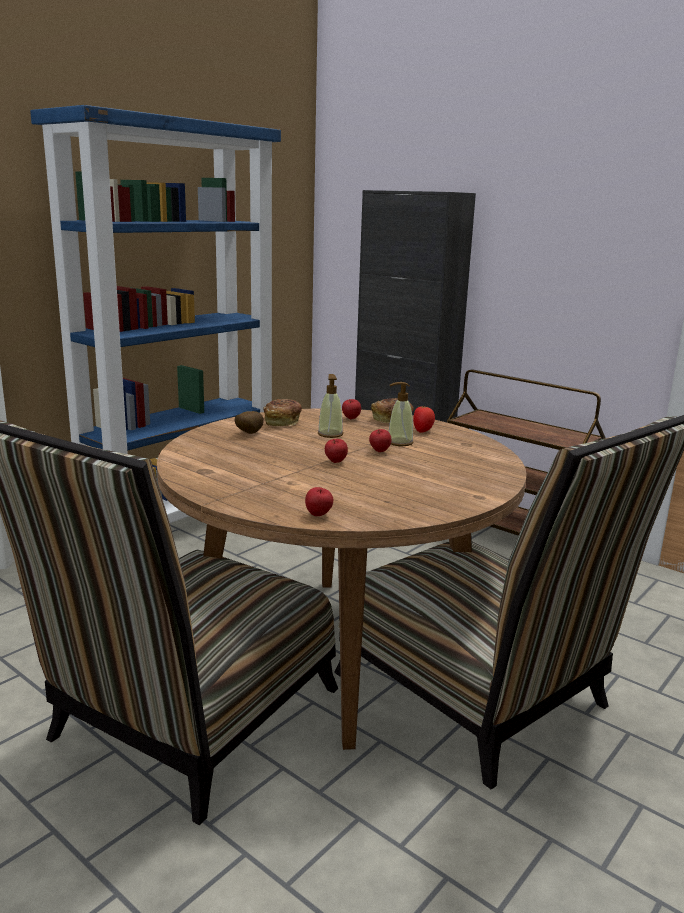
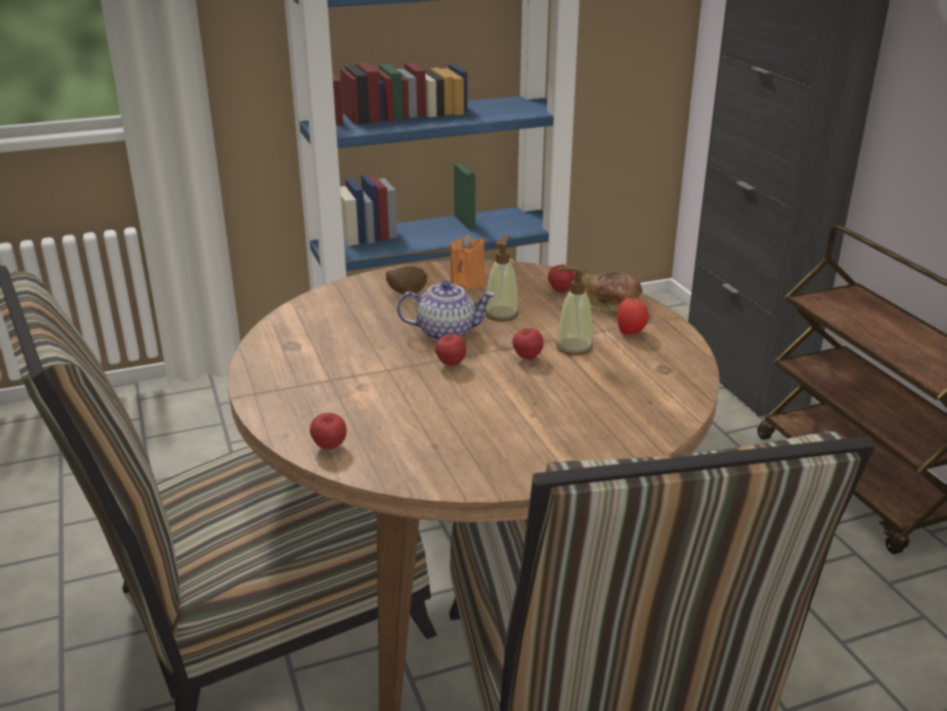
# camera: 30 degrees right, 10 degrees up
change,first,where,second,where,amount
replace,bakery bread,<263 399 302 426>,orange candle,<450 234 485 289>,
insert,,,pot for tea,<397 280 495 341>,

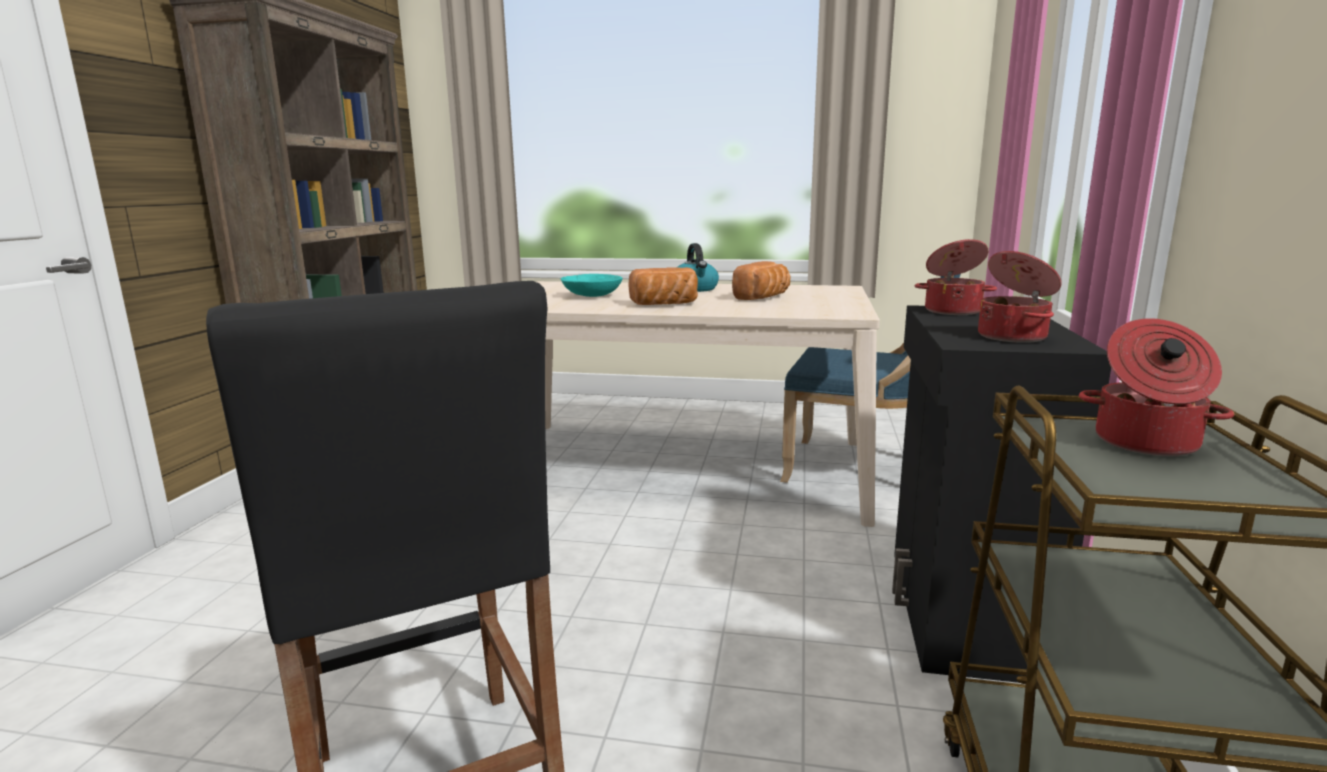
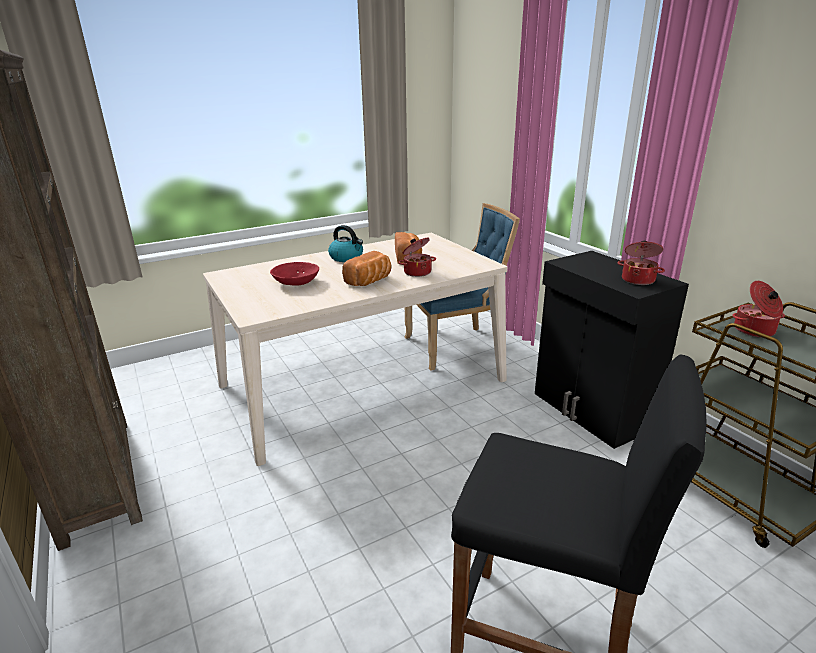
# camera: 40 degrees left, 10 degrees up
change,first,where,second,where,amount
move,stockpot,<915 239 997 315>,,<398 238 436 277>,
recolor,turquoise deep dish,<561 274 623 297>,red-coloured deep dish,<270 262 319 286>,

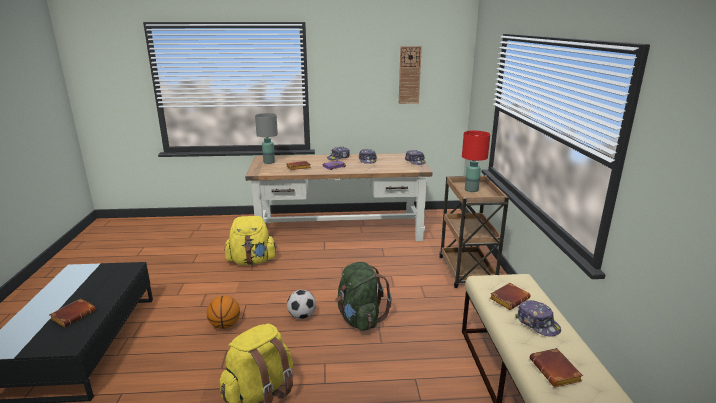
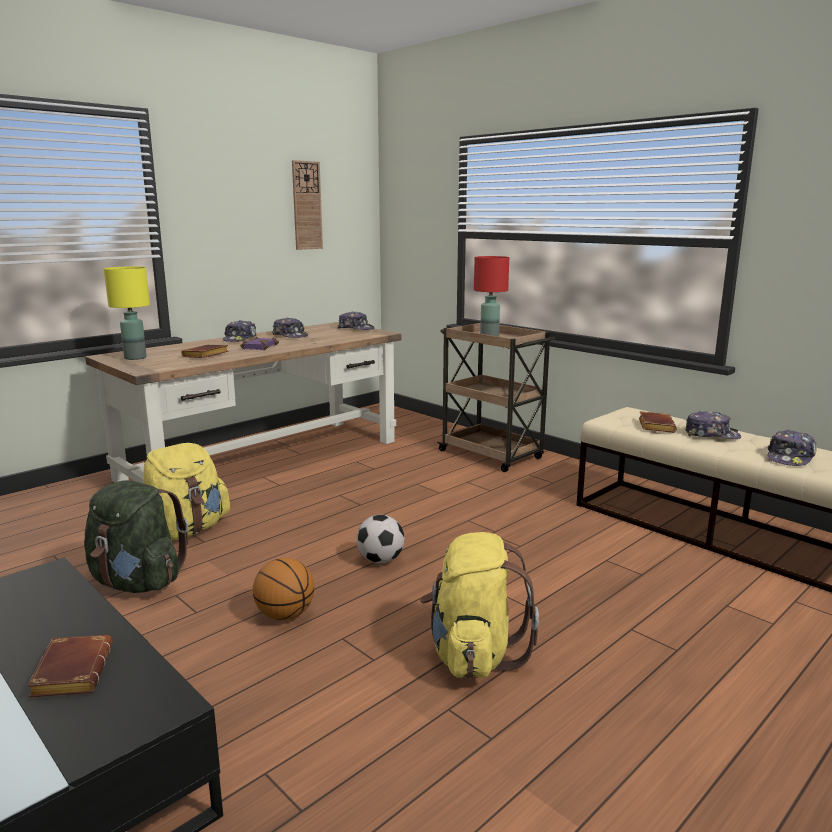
# camera: 40 degrees left, 5 degrees down
change,first,where,second,where,amount
recolor,grey table lamp,<255 113 278 164>,yellow-coloured table lamp,<104 266 150 360>,
move,green-coloured rucksack,<335 262 392 331>,,<84 480 188 593>,
replace,brown volume,<530 348 583 387>,cap,<768 430 817 466>,

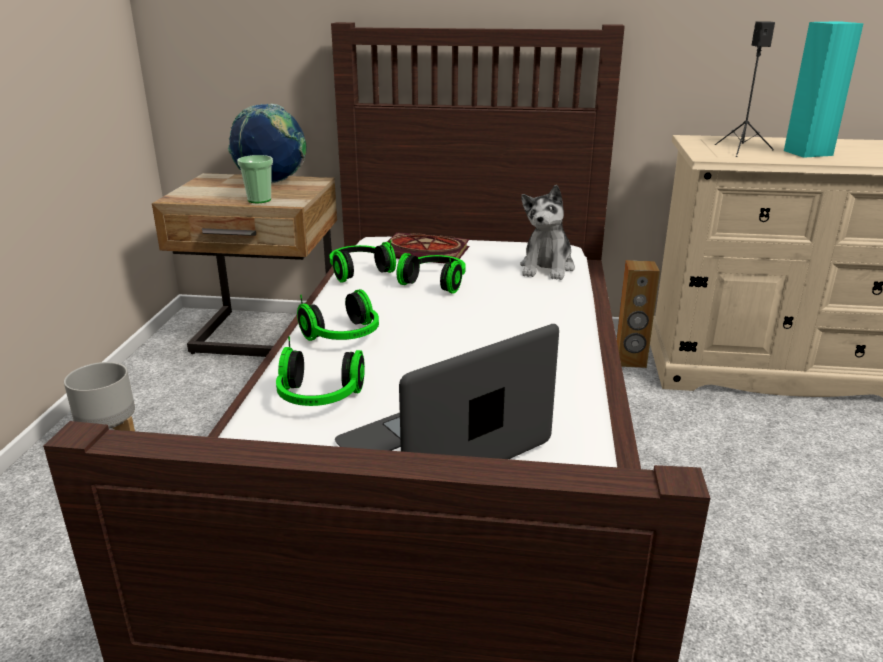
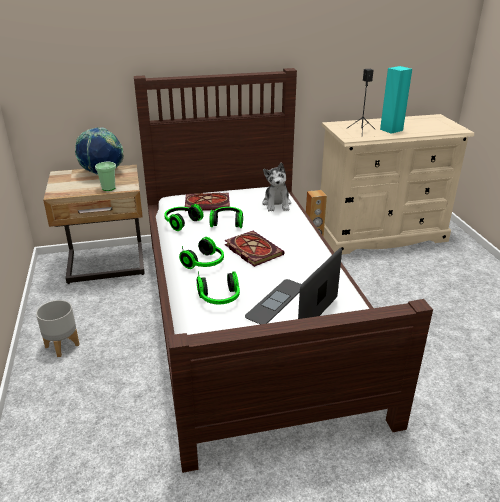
# camera: 20 degrees left, 5 degrees up
change,first,where,second,where,amount
insert,,,volume,<225 231 284 267>,

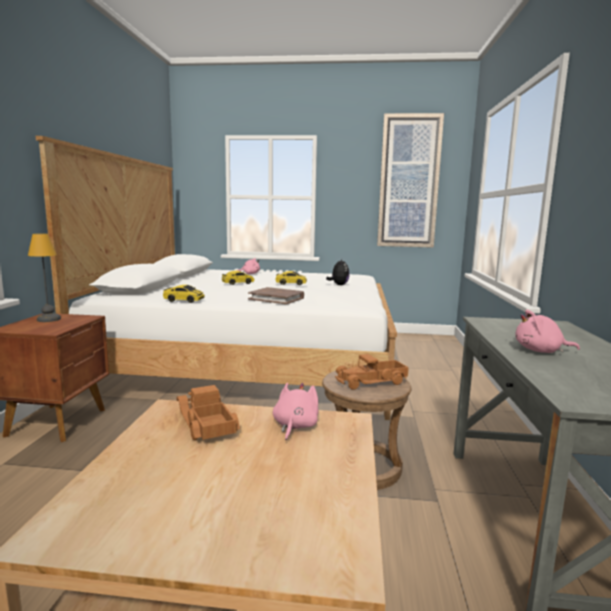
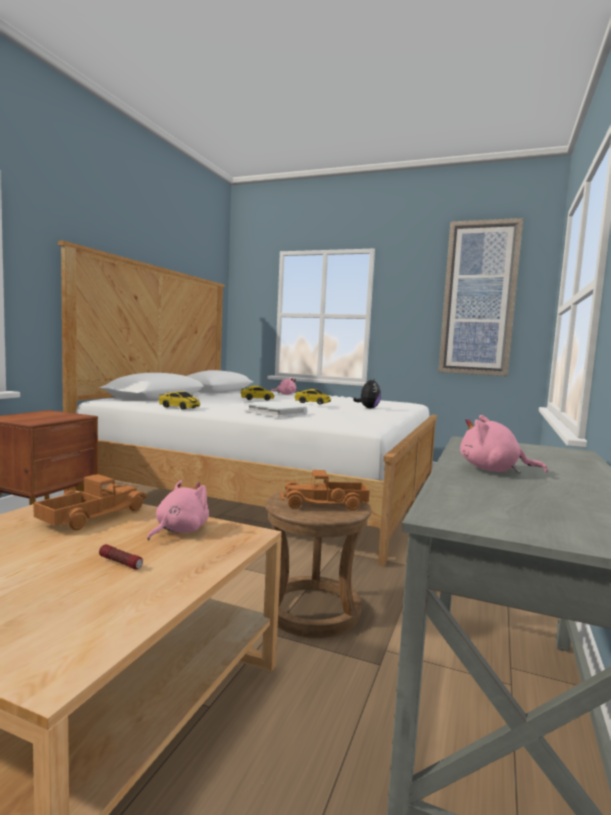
# camera: 15 degrees right, 5 degrees down
change,first,where,second,where,amount
delete,table lamp,<28 233 61 322>,,,
recolor,brown volume,<248 287 304 304>,white volume,<244 401 307 417>,
rotate,toy truck,<177 385 240 441>,,<33 474 147 530>,45 degrees clockwise
insert,,,hand torch,<99 544 143 570>,

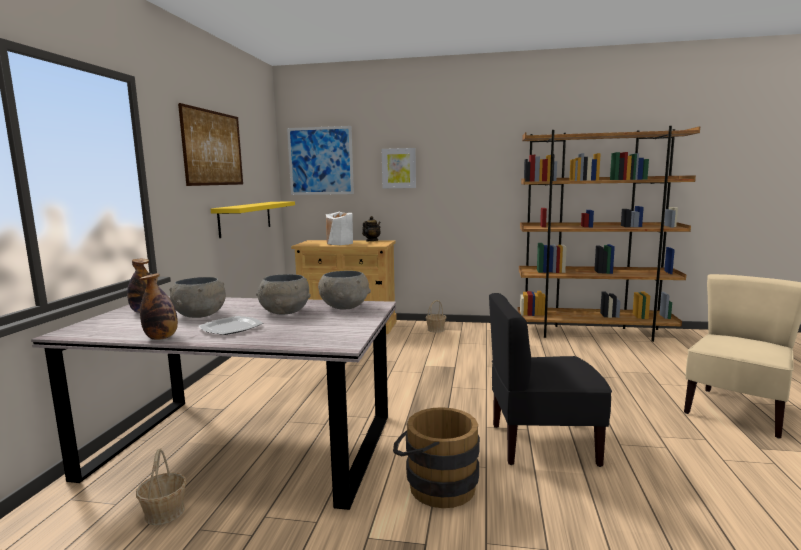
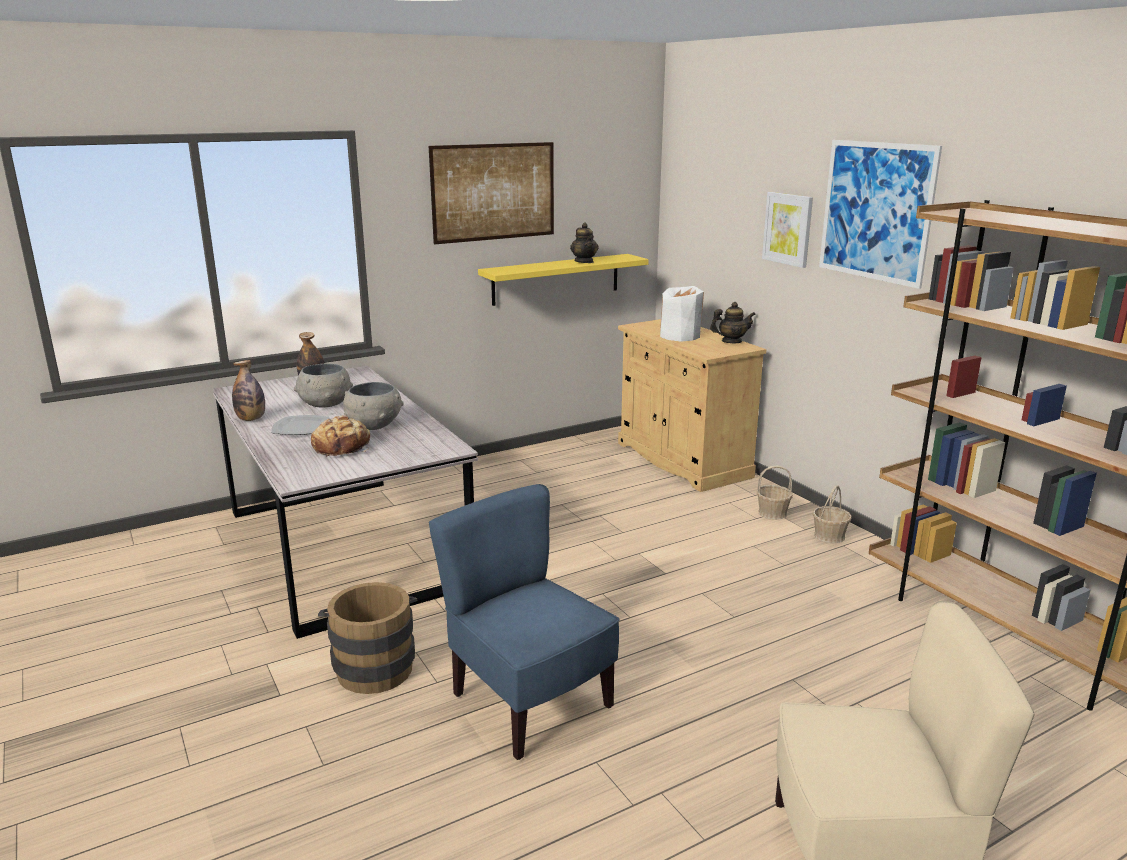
# camera: 50 degrees right, 10 degrees up
change,first,where,second,where,amount
move,wall art,<287 126 354 195>,,<819 140 942 289>,
delete,grey deep dish,<318 271 371 310>,,,
recolor,blackish plain chair,<489 293 612 467>,blue-coloured plain chair,<429 484 620 760>,
move,storage basket,<136 449 187 525>,,<813 485 852 543>,
insert,,,pot for tea,<570 223 598 263>,
insert,,,bakery bread,<311 415 370 457>,

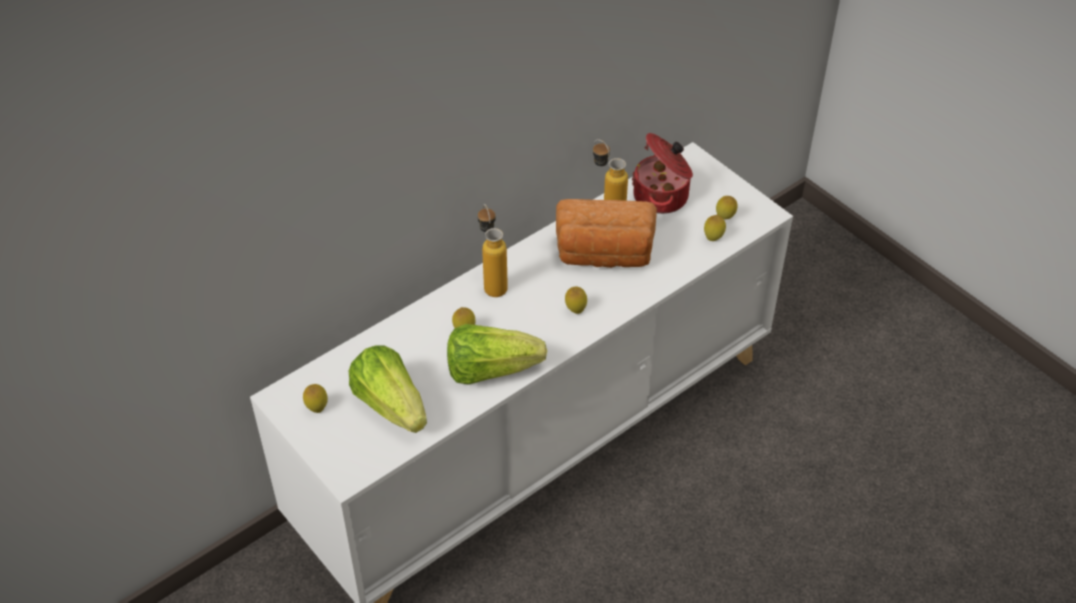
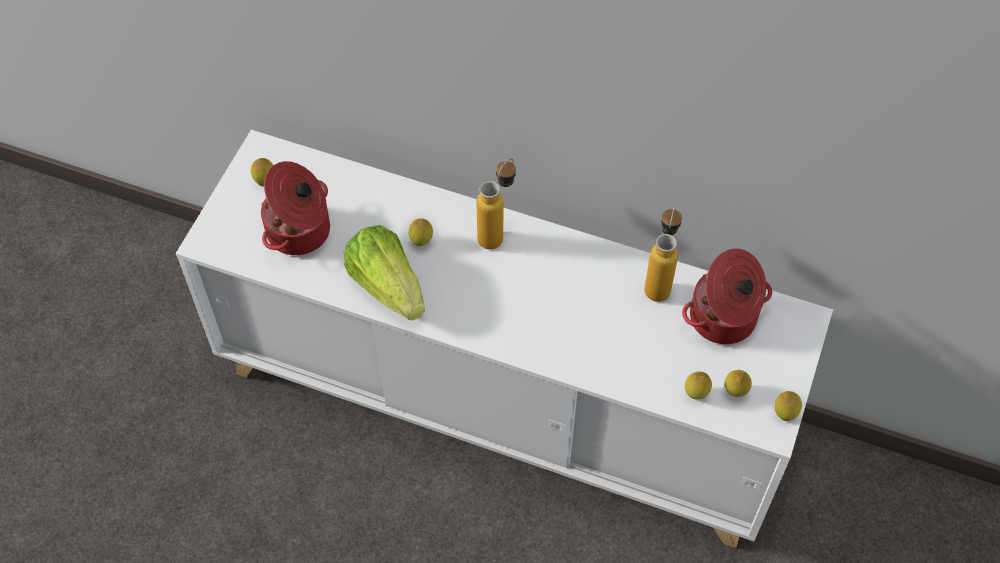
# camera: 60 degrees right, 10 degrees up
change,first,where,second,where,amount
delete,bakery bread,<556 199 657 268>,,,
move,whole lemon,<565 287 587 314>,,<774 391 802 421>,
replace,lettuce head,<348 345 427 433>,stockpot,<261 161 330 255>,

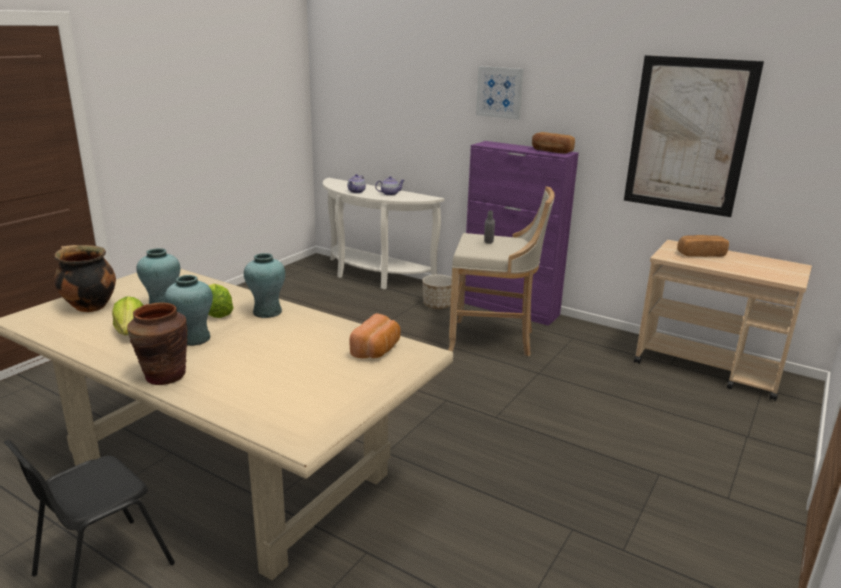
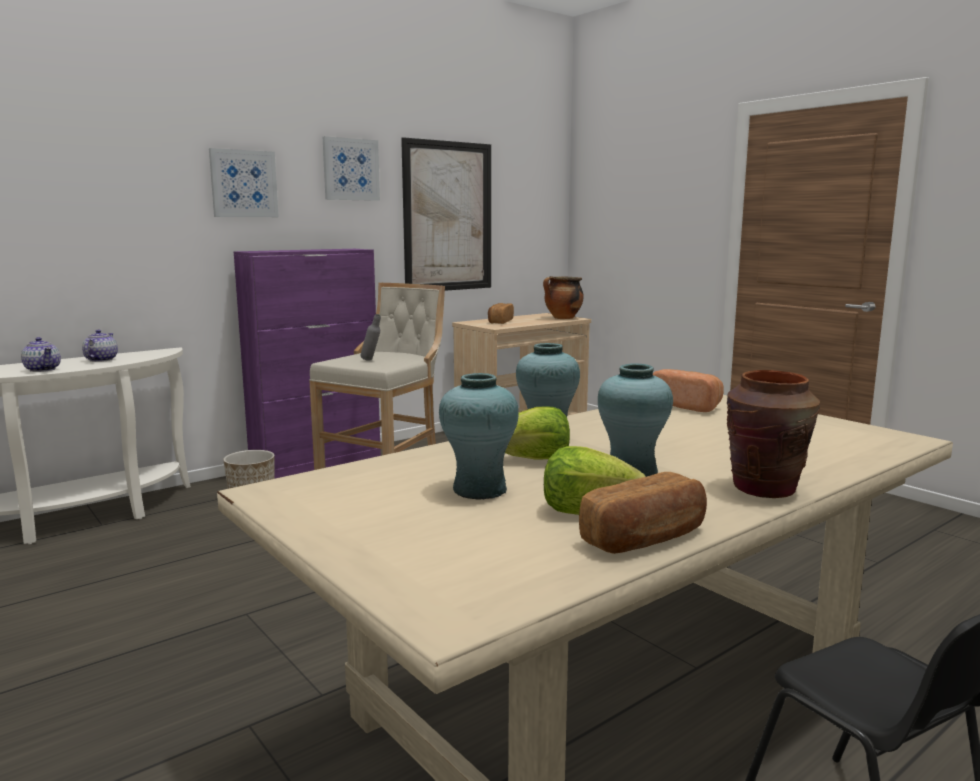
# camera: 70 degrees left, 10 degrees down
change,first,where,second,where,amount
move,bakery bread,<532 132 575 153>,,<579 472 707 554>,
move,stockpot,<54 245 116 312>,,<543 276 584 319>,
insert,,,wall art,<323 136 380 201>,

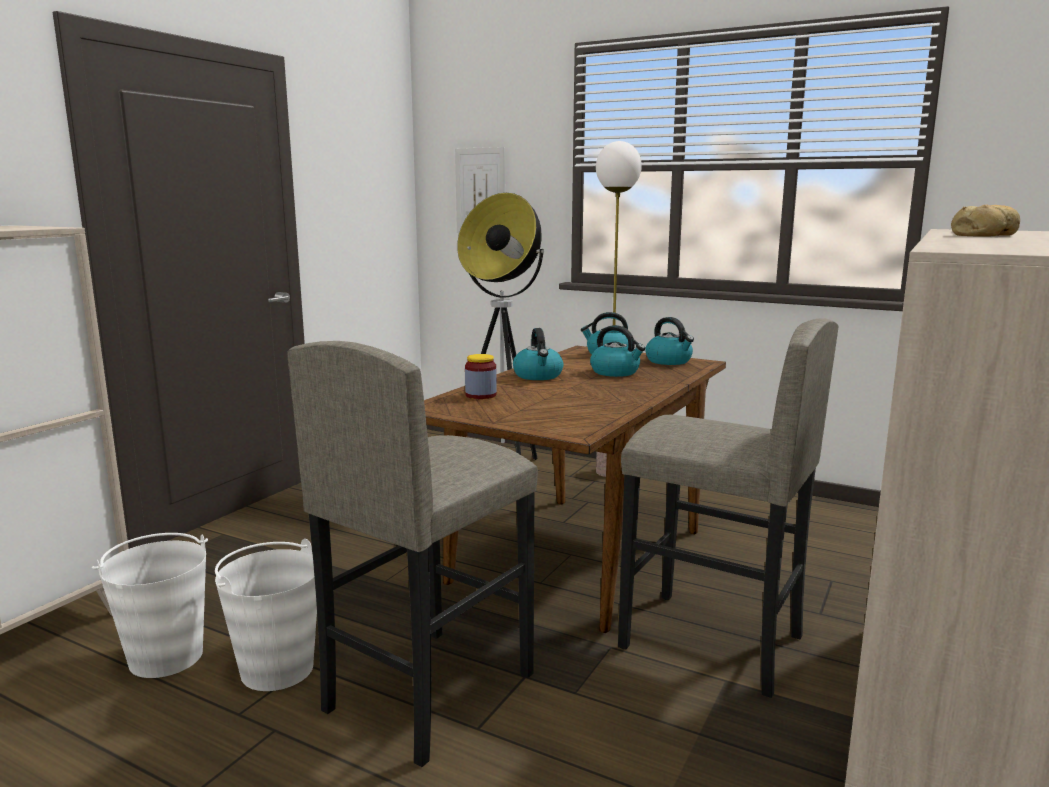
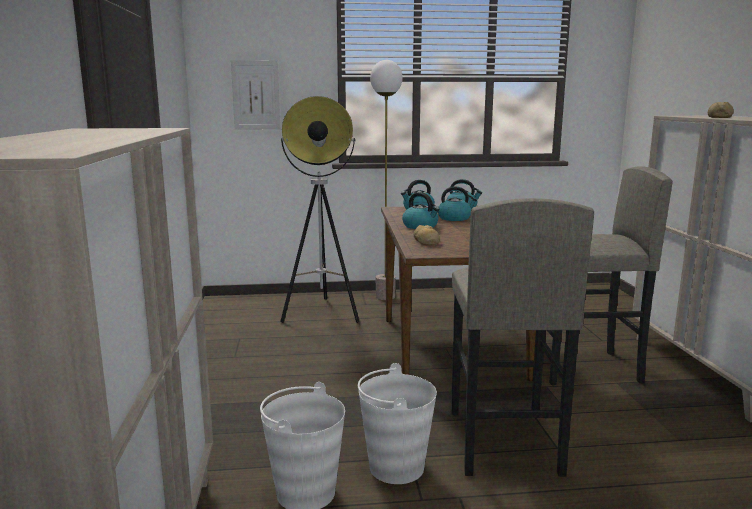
# camera: 35 degrees left, 0 degrees up
change,first,where,second,where,amount
replace,preserve jar,<465 354 497 399>,bakery bread,<413 225 440 245>,

